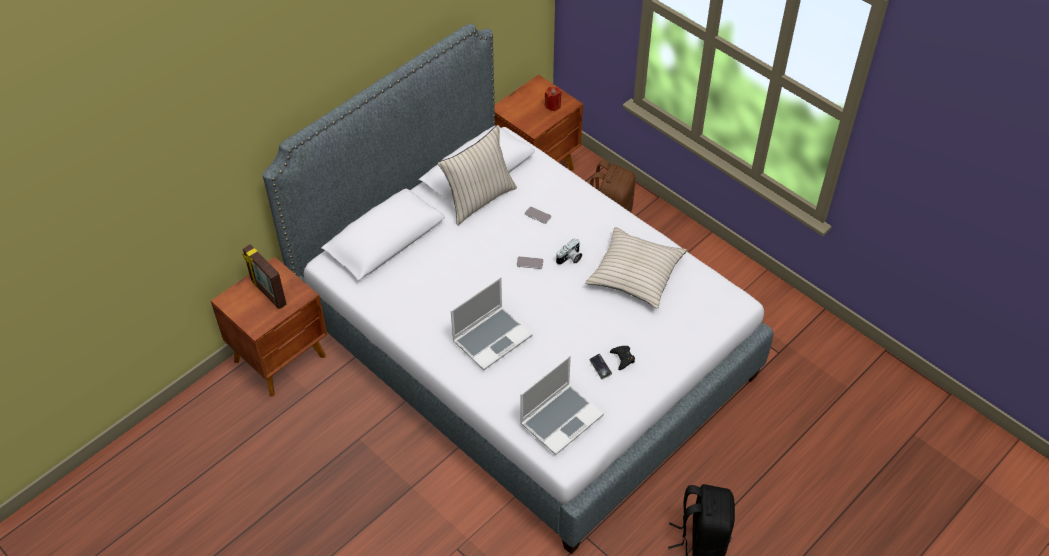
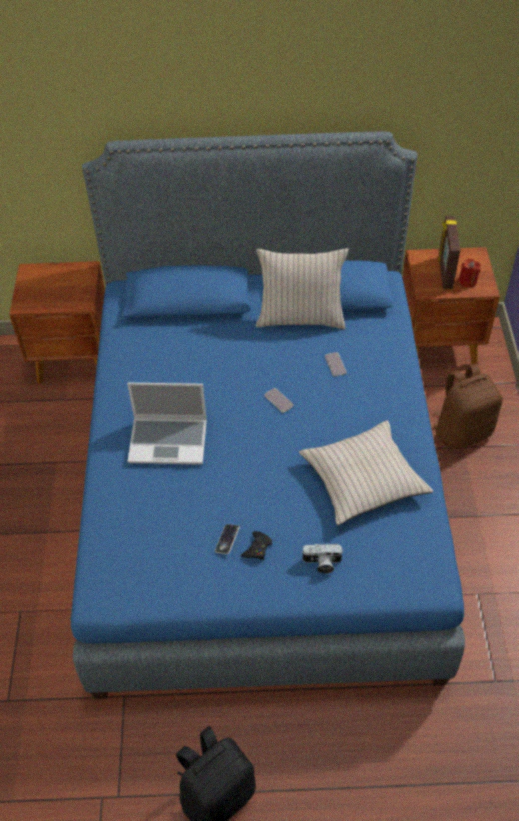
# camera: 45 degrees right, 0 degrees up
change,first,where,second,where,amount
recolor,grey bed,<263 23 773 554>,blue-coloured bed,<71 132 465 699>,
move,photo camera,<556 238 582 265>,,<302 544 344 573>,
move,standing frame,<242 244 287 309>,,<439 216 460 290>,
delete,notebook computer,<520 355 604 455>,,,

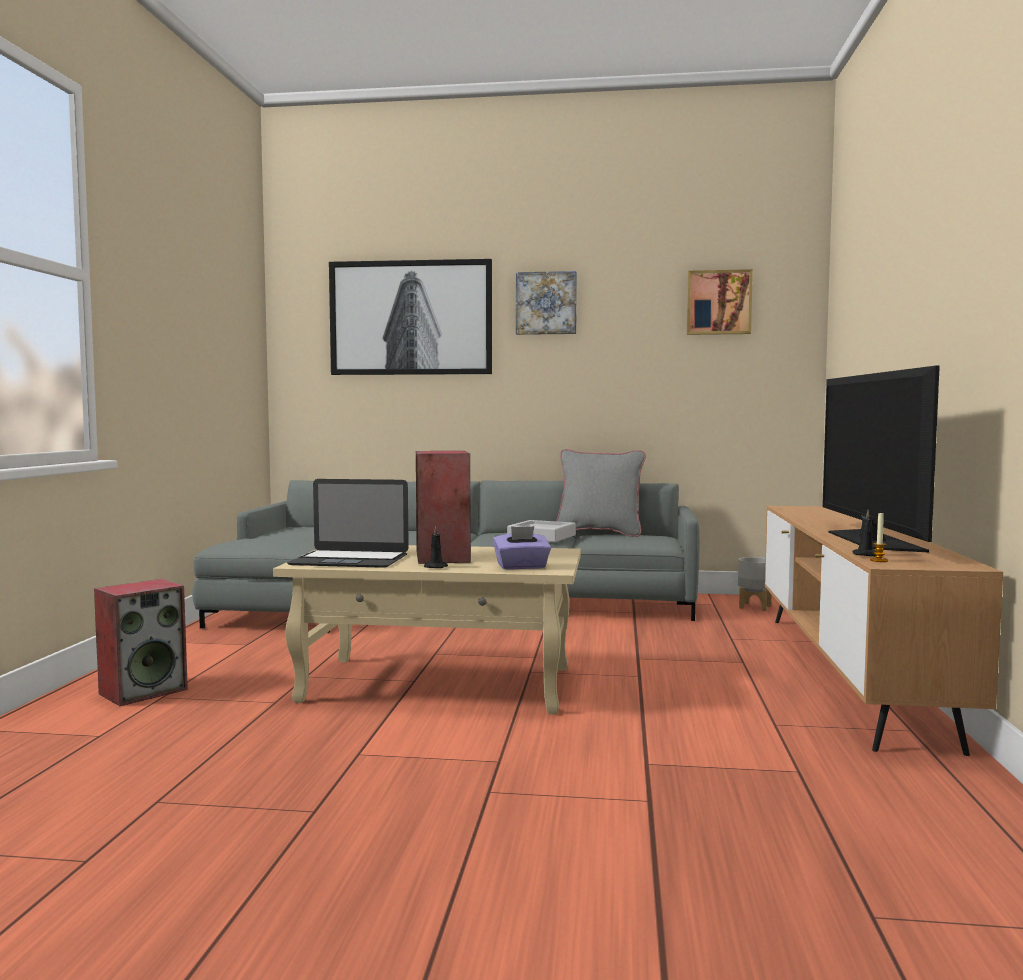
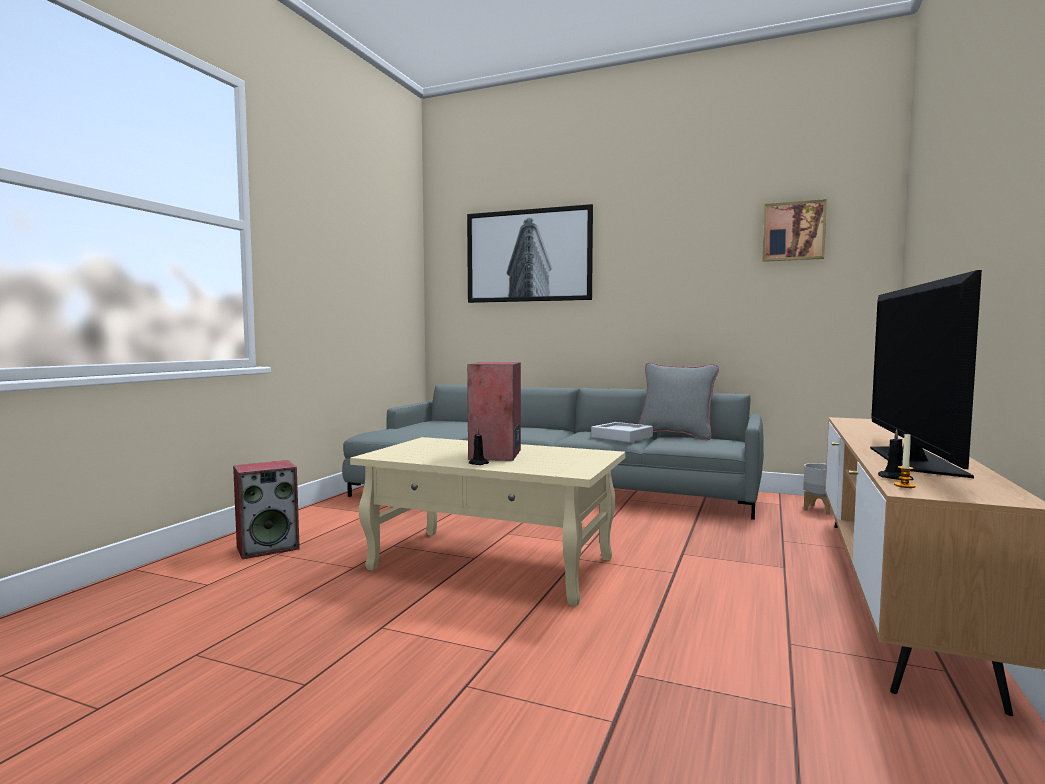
# camera: 15 degrees right, 0 degrees up
change,first,where,second,where,amount
delete,wall art,<516 271 577 335>,,,
delete,notebook computer,<287 479 409 568>,,,
delete,purplish tissue box,<493 526 551 570>,,,

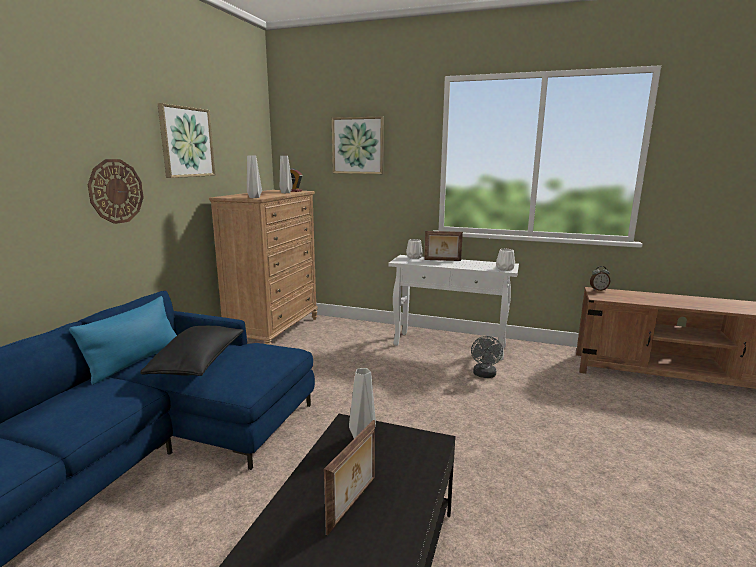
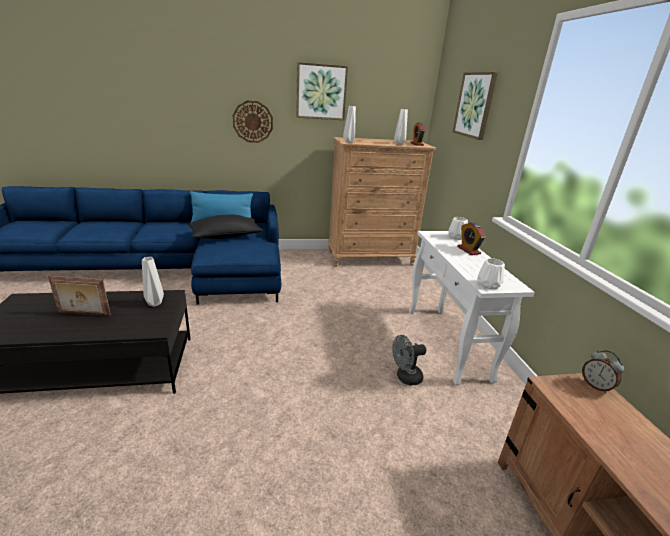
# camera: 60 degrees right, 10 degrees up
change,first,where,second,where,amount
replace,standing frame,<424 231 463 261>,alarm clock,<457 222 486 255>,

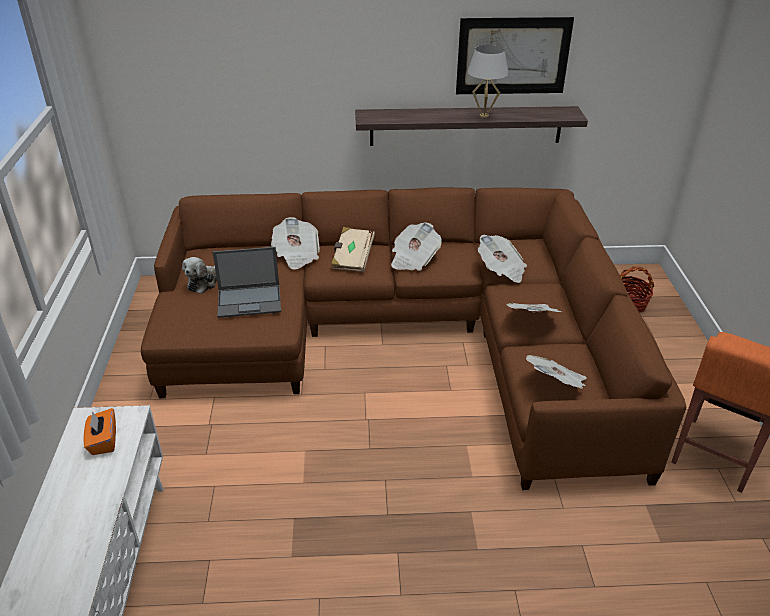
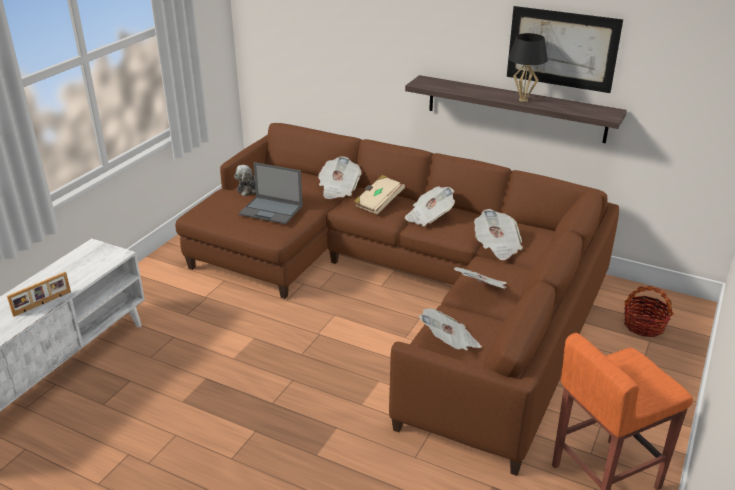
# camera: 30 degrees right, 5 degrees down
change,first,where,second,where,amount
recolor,white table lamp,<468 45 508 118>,blackish table lamp,<508 33 548 102>,
delete,orange tissue box,<84 408 116 455>,,,
insert,,,standing frame,<7 272 71 317>,

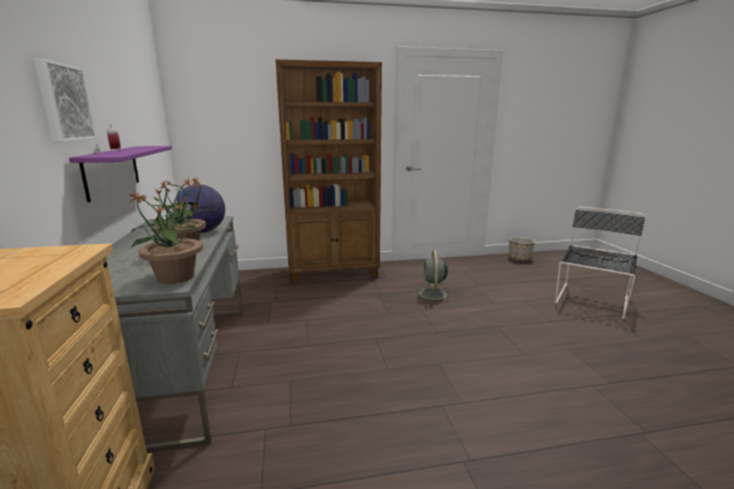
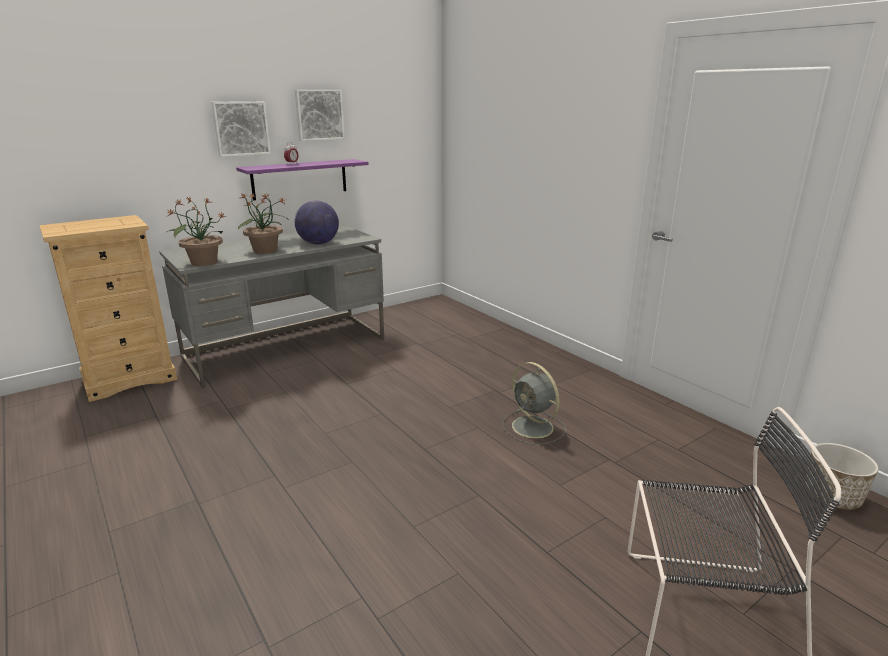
# camera: 65 degrees right, 5 degrees up
change,first,where,second,where,amount
delete,brown shelving unit,<275 59 382 284>,,,
rotate,grey electric fan,<414 250 454 303>,,<503 362 566 445>,105 degrees counterclockwise
insert,,,wall art,<295 89 345 141>,

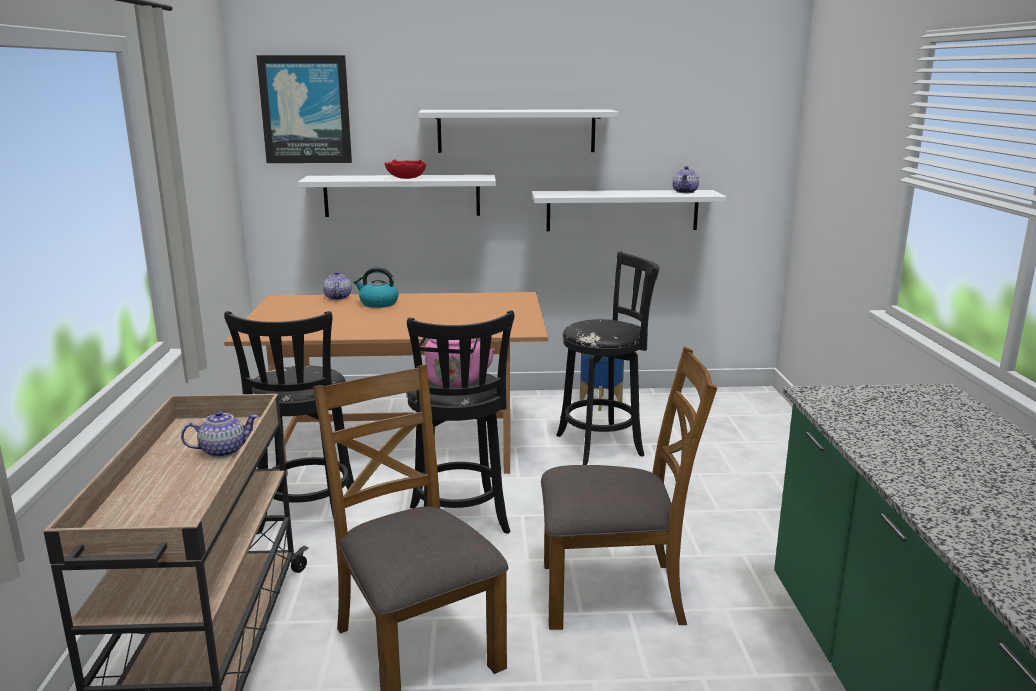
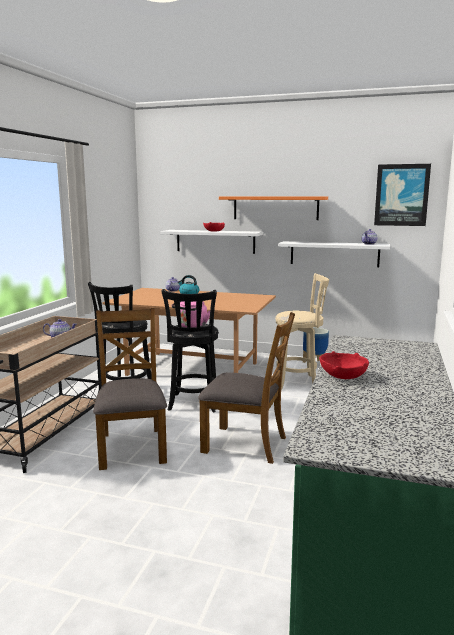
# camera: 20 degrees right, 5 degrees down
change,first,where,second,where,amount
move,wall art,<256 55 352 163>,,<374 164 431 226>,
recolor,white shelf,<418 109 619 153>,orange shelf,<219 197 328 220>,
recolor,blackish stool seat,<556 251 659 465>,sand-coloured stool seat,<275 273 329 390>,
insert,,,red-coloured deep dish,<319 351 369 379>,

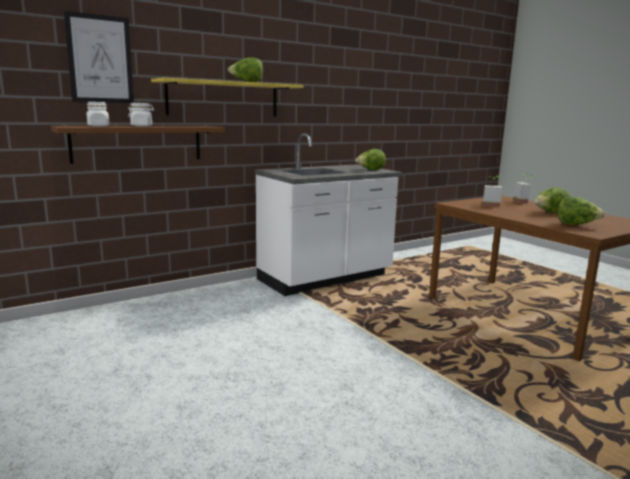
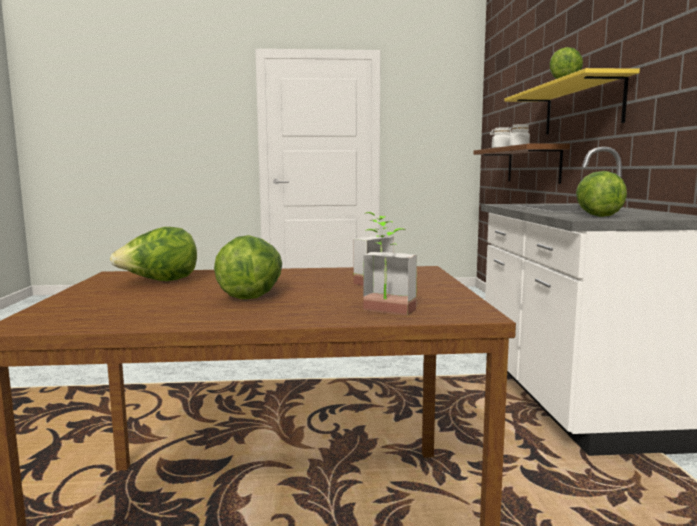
# camera: 120 degrees right, 5 degrees down
change,first,where,second,where,amount
delete,wall art,<64 11 134 103>,,,

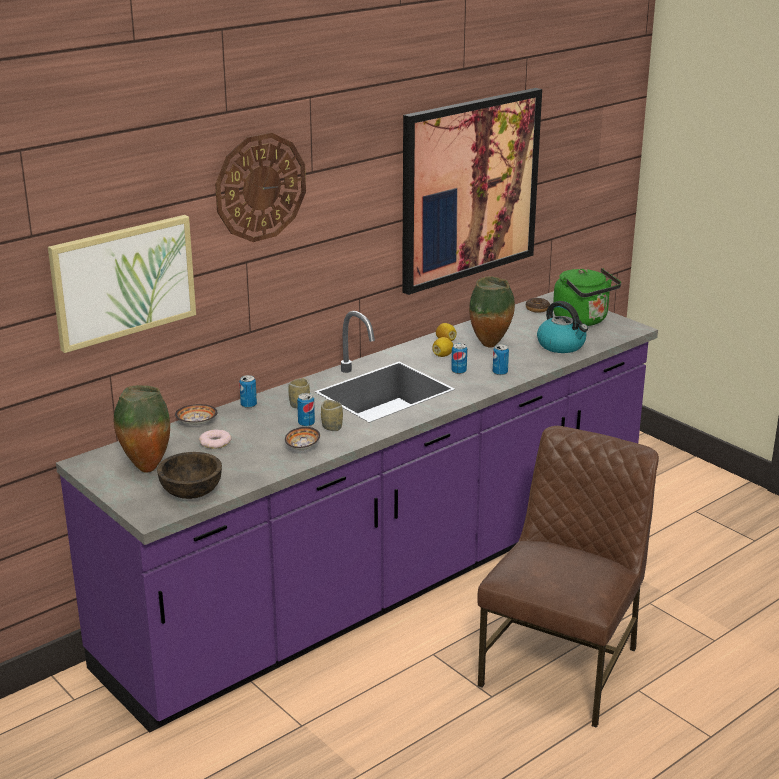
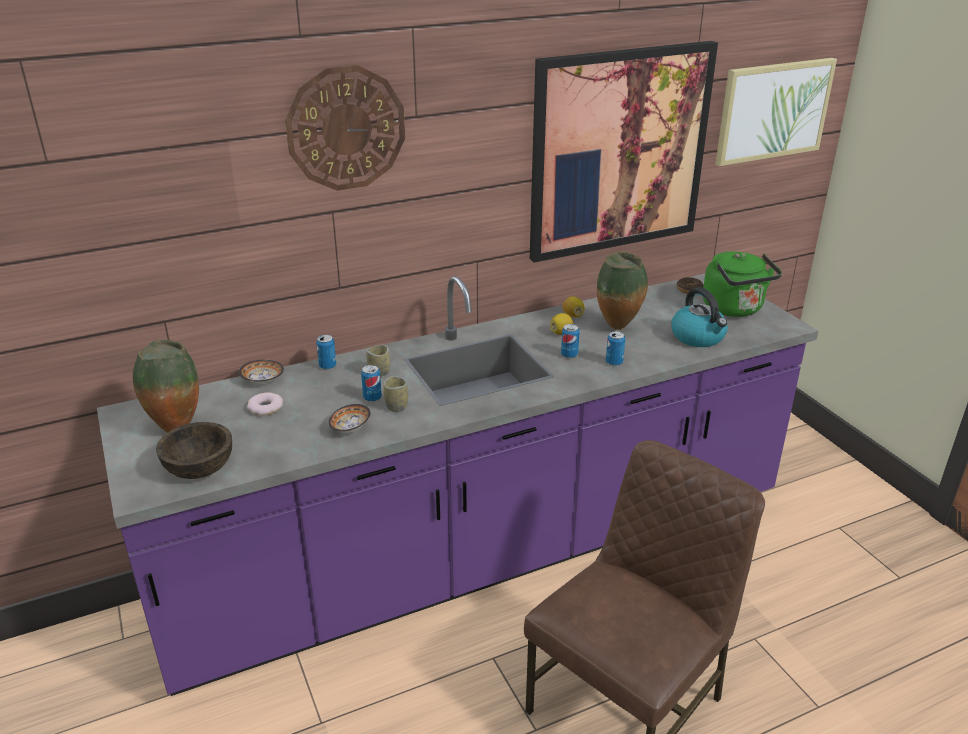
# camera: 15 degrees right, 5 degrees up
change,first,where,second,where,amount
move,wall art,<48 215 196 353>,,<715 58 837 166>,

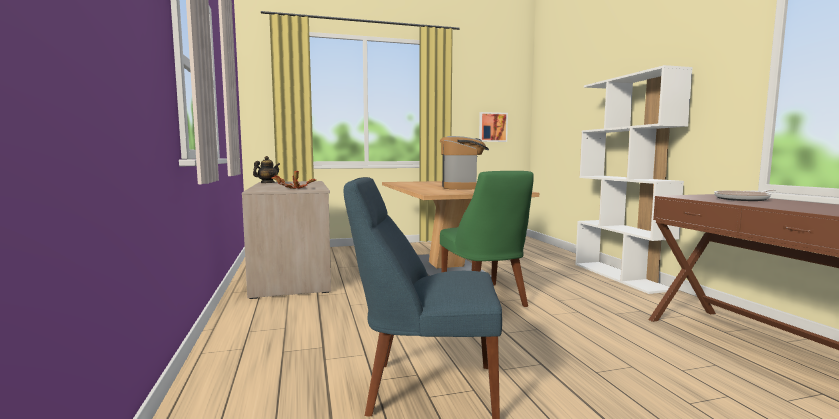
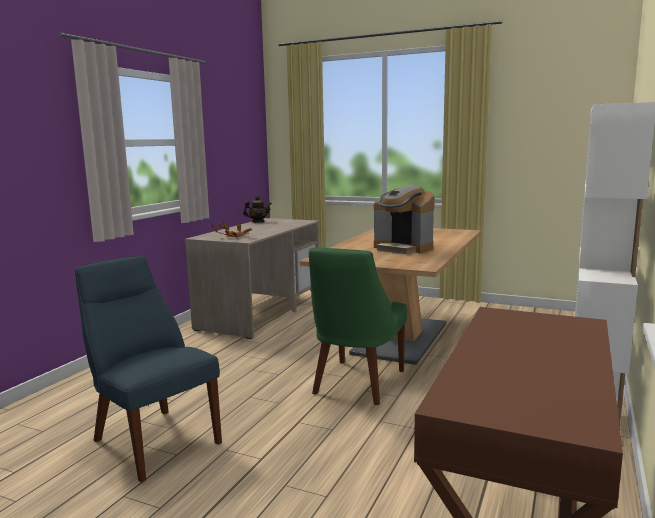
# camera: 40 degrees right, 5 degrees up
change,first,where,second,where,amount
delete,wall art,<479 112 508 142>,,,
rotate,coffee brewer,<440 136 489 189>,,<374 186 435 254>,90 degrees clockwise
delete,pan,<714 190 776 201>,,,

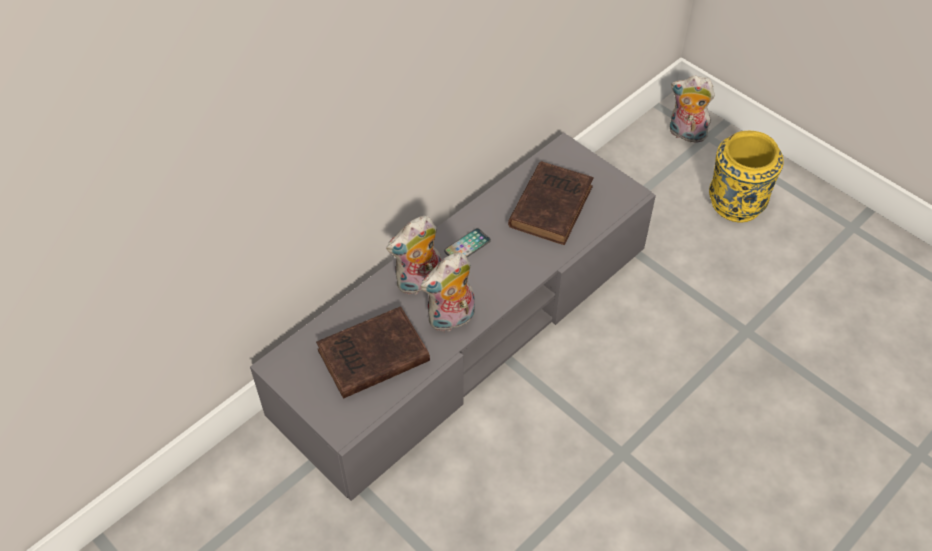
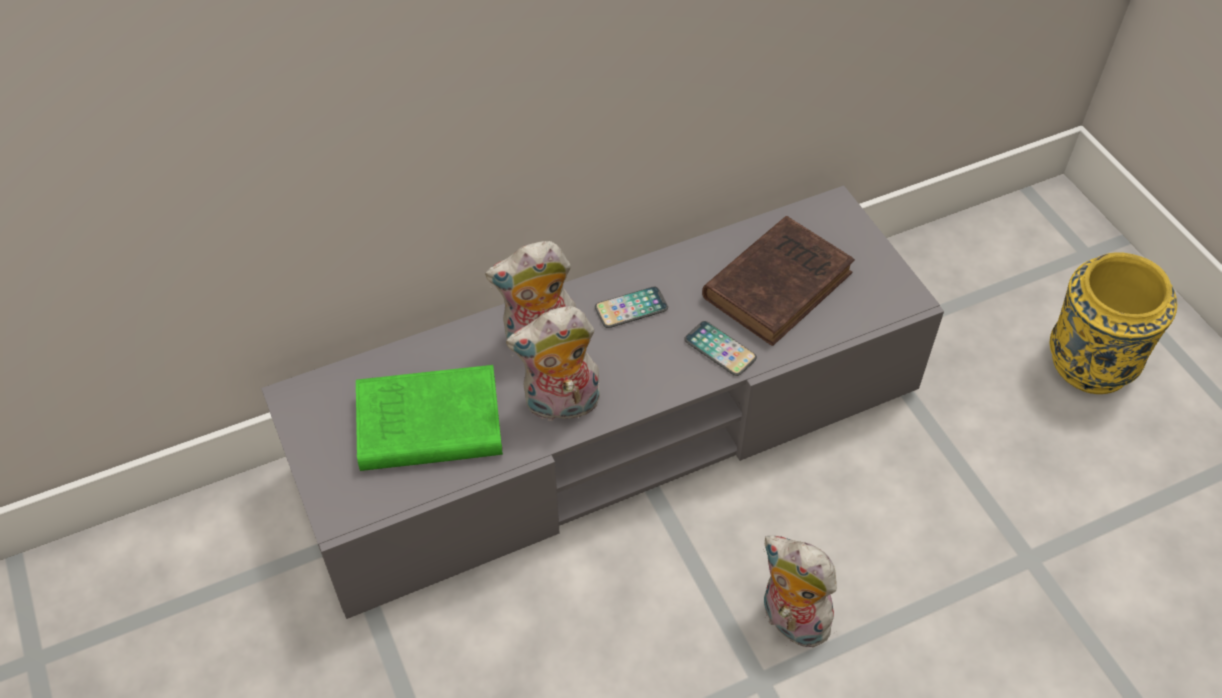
# camera: 20 degrees right, 0 degrees up
change,first,where,second,where,amount
move,soft toy,<670 75 715 143>,,<763 536 837 648>,
recolor,brown volume,<316 306 430 399>,green-coloured volume,<356 365 503 471>,
insert,,,phone,<685 321 757 376>,

